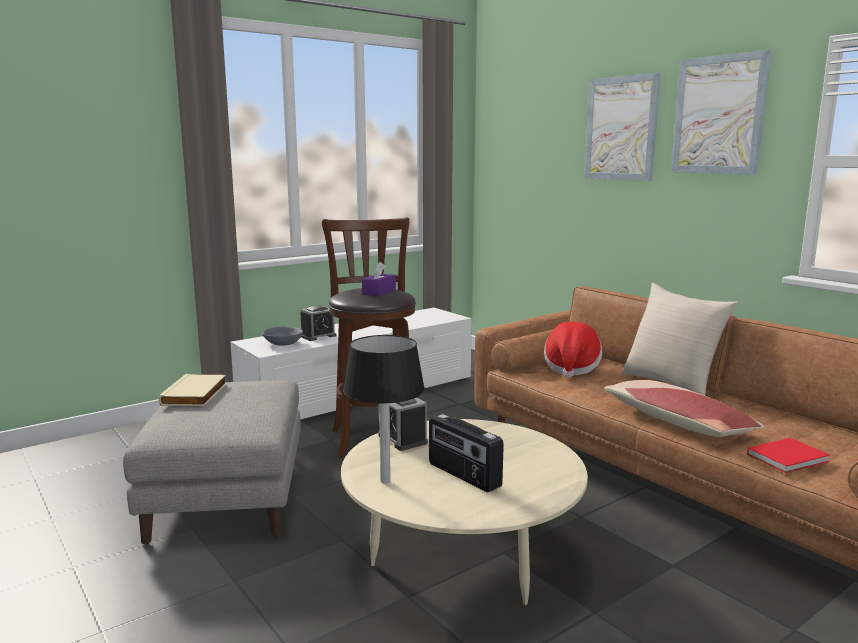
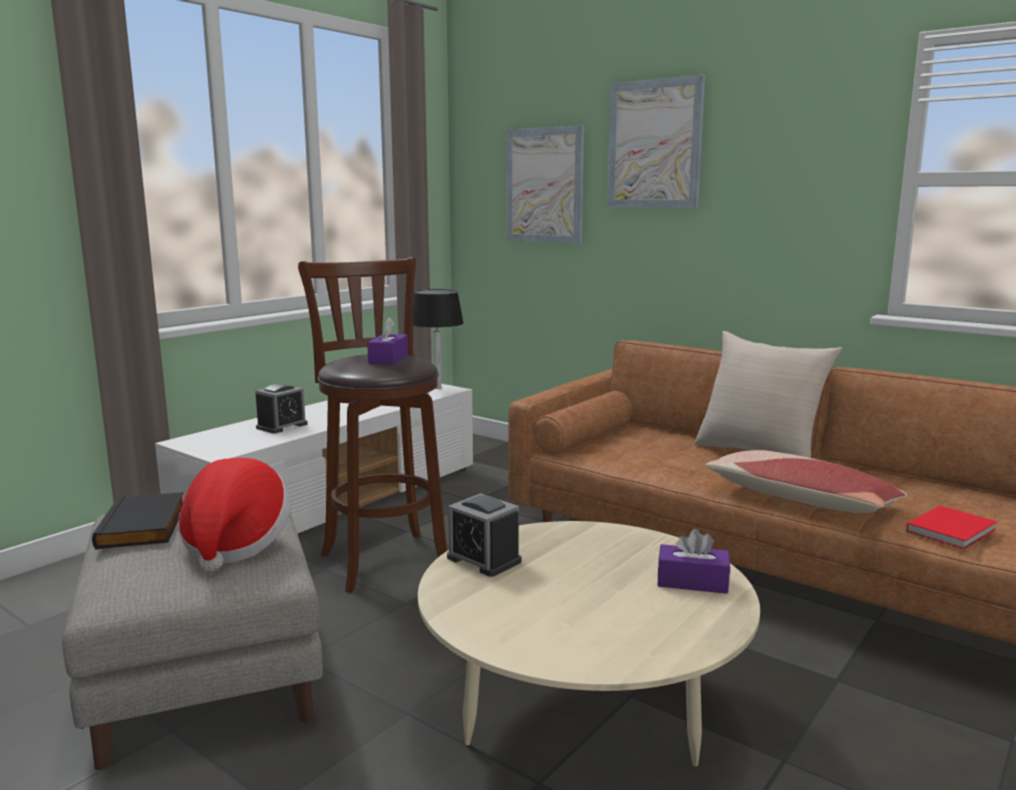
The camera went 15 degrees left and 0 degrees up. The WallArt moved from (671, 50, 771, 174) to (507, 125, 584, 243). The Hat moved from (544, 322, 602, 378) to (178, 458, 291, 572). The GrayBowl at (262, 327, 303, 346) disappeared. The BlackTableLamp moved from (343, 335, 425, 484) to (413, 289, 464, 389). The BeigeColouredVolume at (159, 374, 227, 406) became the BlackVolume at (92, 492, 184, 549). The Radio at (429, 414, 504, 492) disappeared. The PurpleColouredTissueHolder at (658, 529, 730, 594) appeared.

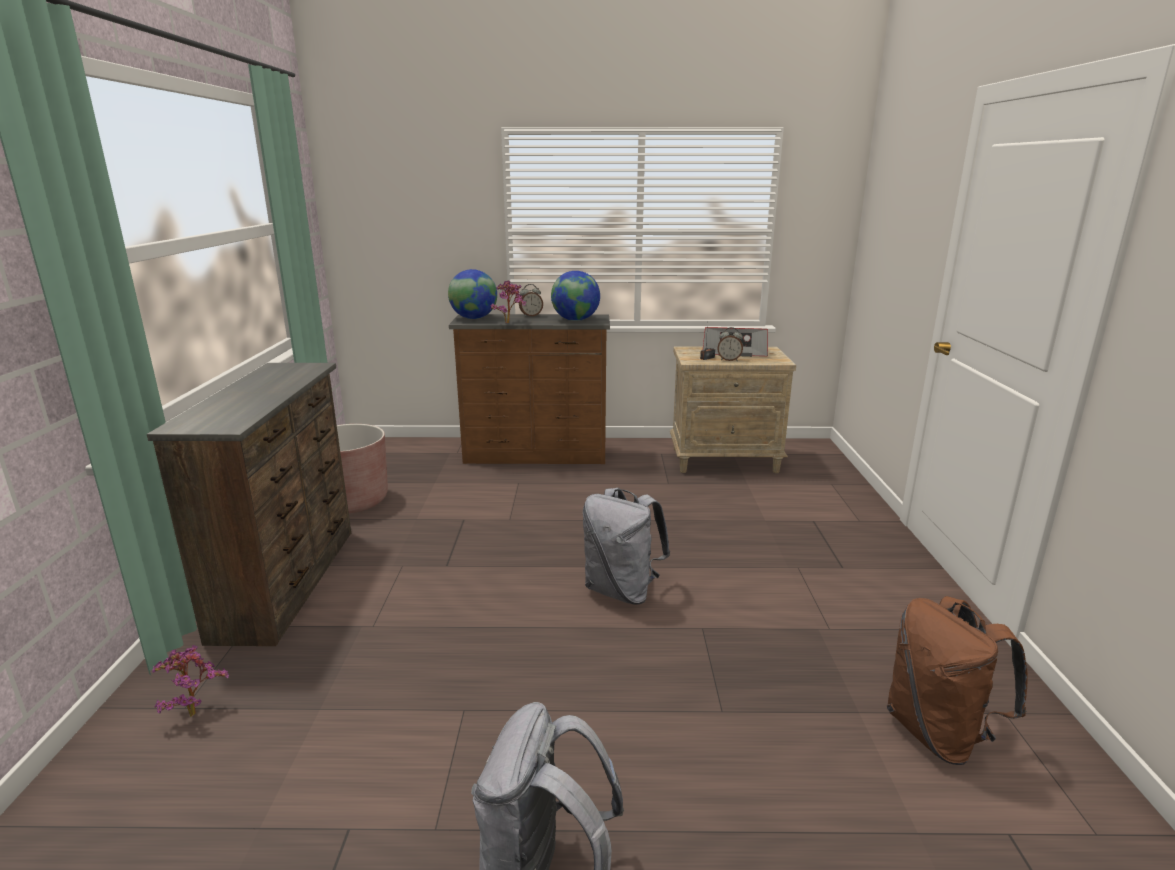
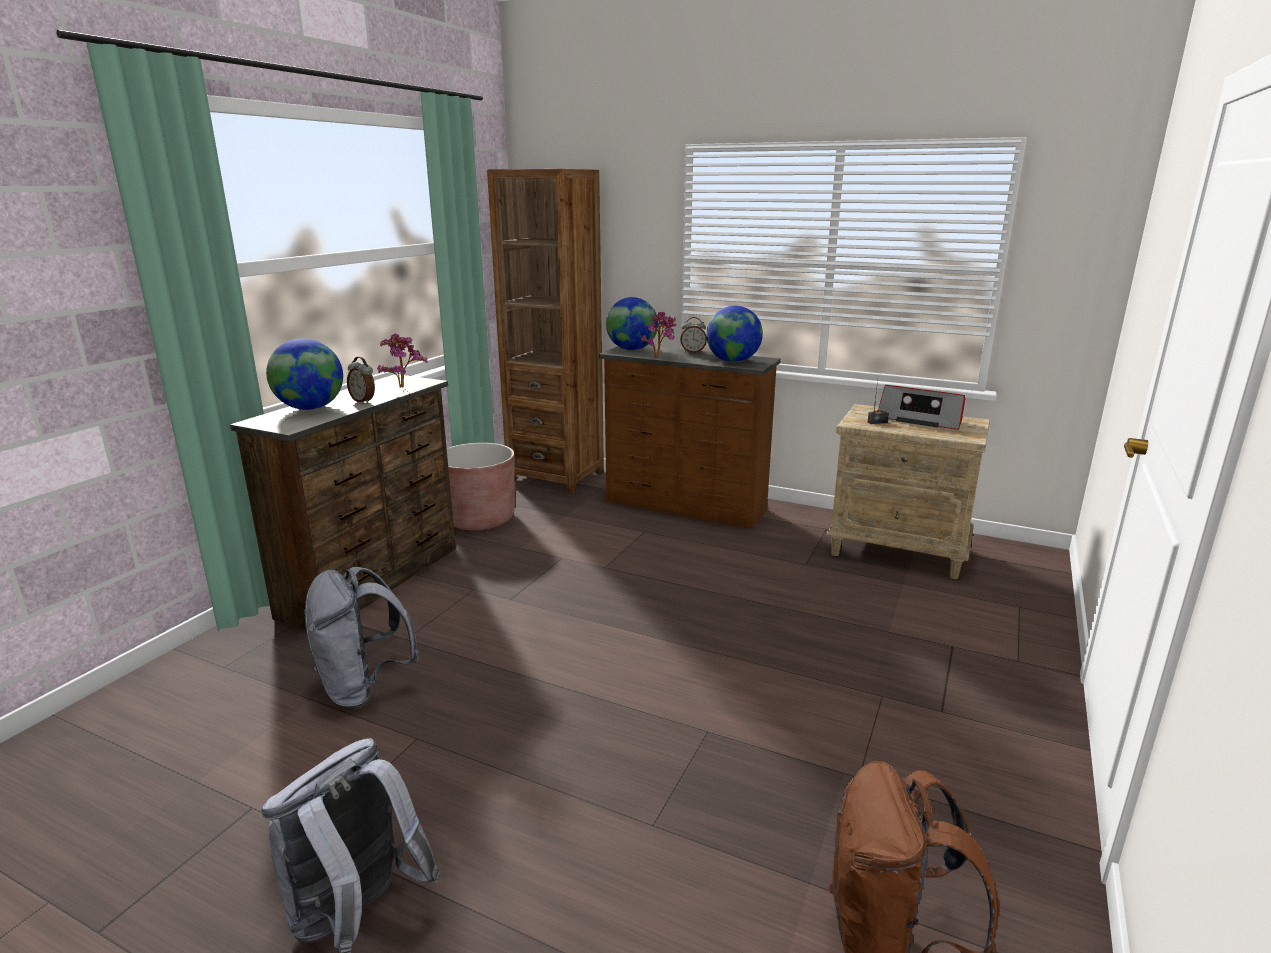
The camera went 25 degrees right and 0 degrees up. The BedsideClock moved from (717, 327, 743, 361) to (347, 357, 375, 404). The GrayBackpack moved from (583, 488, 670, 605) to (304, 567, 419, 709). The PottedPlant moved from (152, 645, 229, 717) to (377, 334, 428, 388). The BrownishBookcase at (487, 169, 604, 493) appeared. The DeskGlobe at (266, 339, 343, 410) appeared.

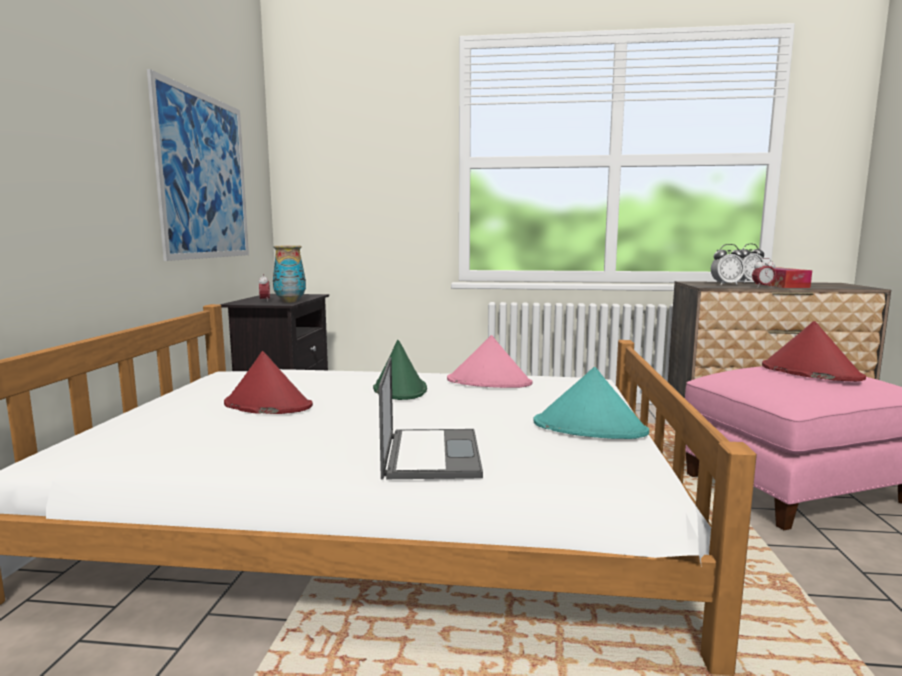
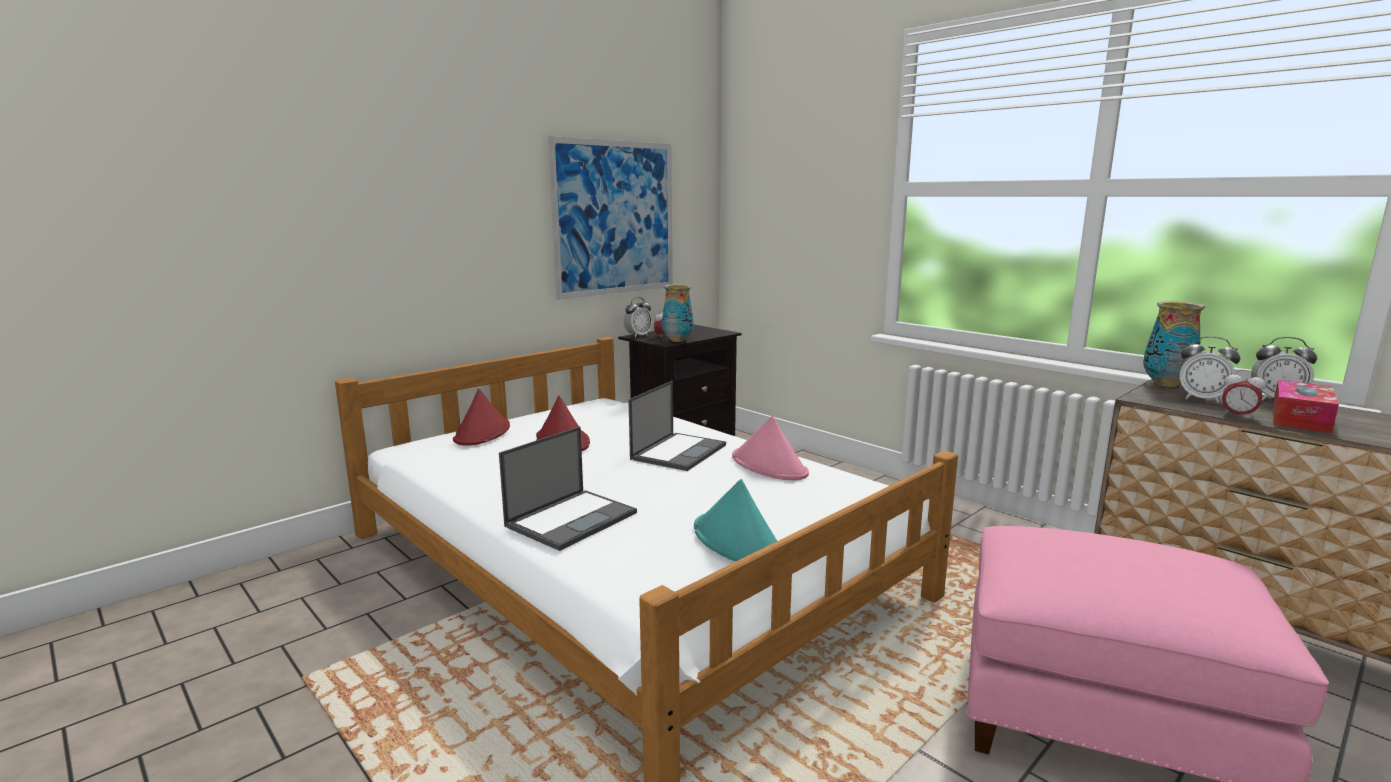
The camera went 40 degrees right and 5 degrees up. The RedHat moved from (762, 321, 866, 381) to (453, 389, 510, 446). The GreenishHat at (373, 340, 427, 400) was replaced by the Laptop at (628, 381, 726, 471). The BedsideClock at (624, 297, 653, 338) appeared. The DecorativeVase at (1143, 301, 1205, 387) appeared.

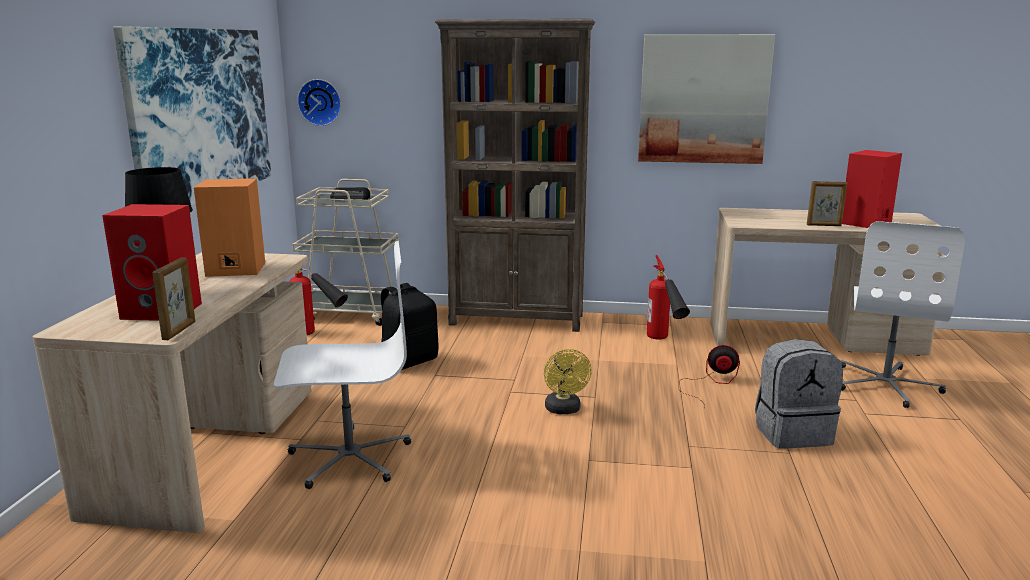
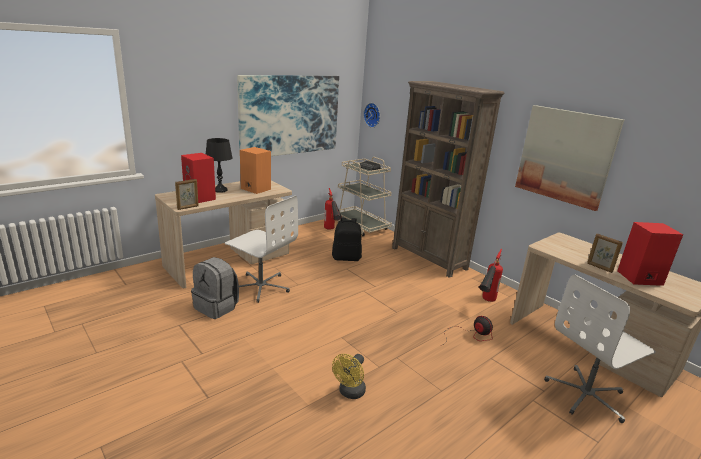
The camera went 40 degrees right and 5 degrees up. The GrayBackpack moved from (755, 339, 843, 449) to (191, 257, 239, 319). The YellowishCoolingFan moved from (544, 349, 592, 414) to (332, 354, 366, 399).

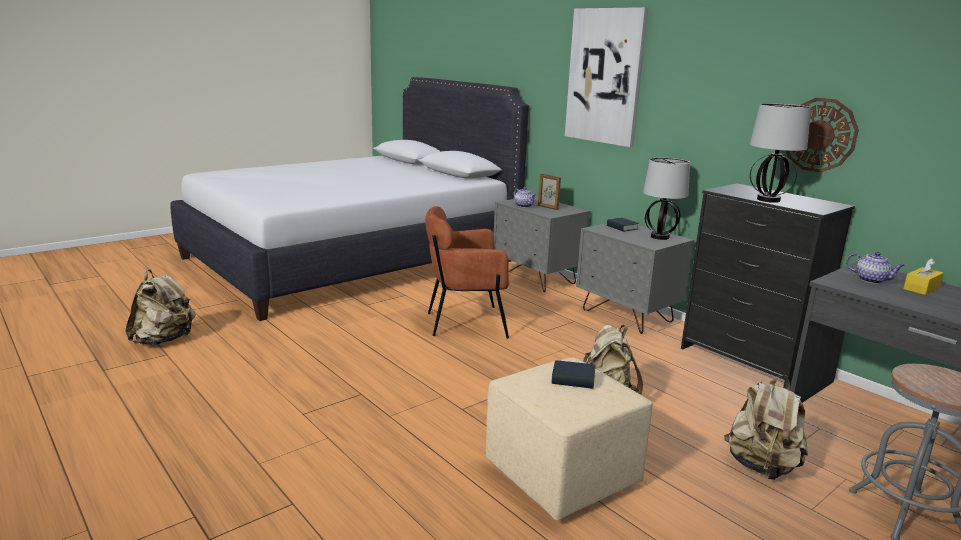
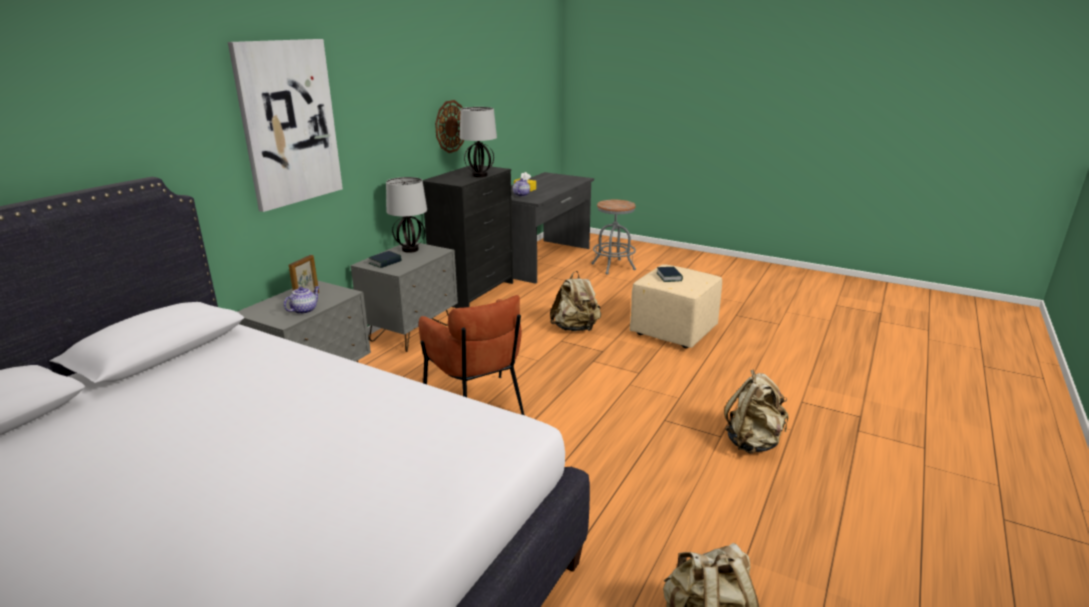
The camera went 110 degrees left and 5 degrees up. The BeigeColouredBackpack moved from (724, 375, 808, 480) to (724, 370, 789, 454).

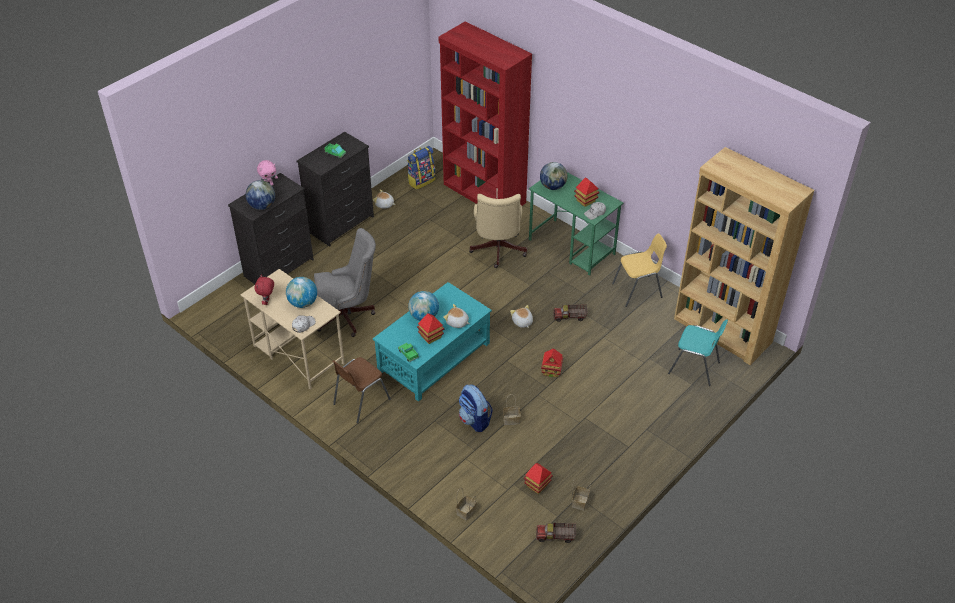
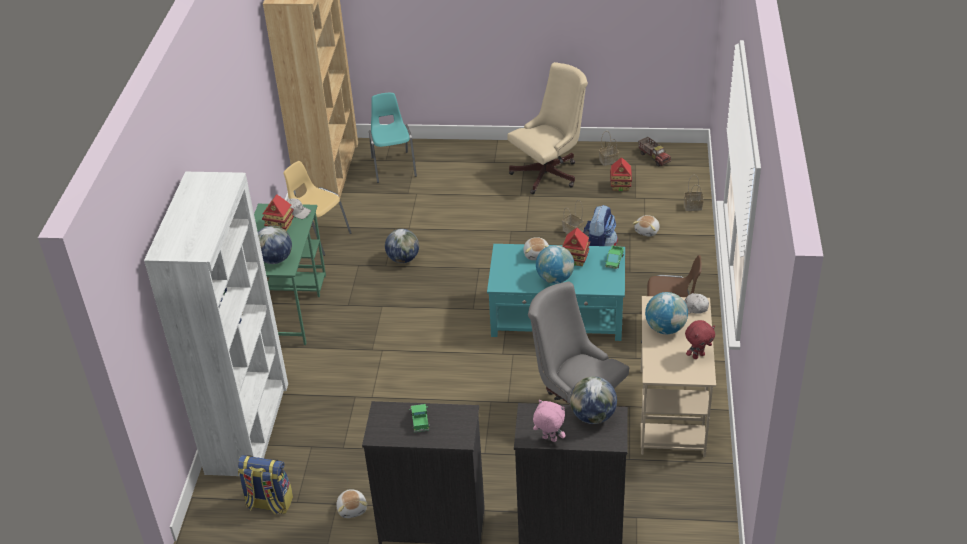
The camera went 125 degrees left and 5 degrees down. The RedBookcase at (439, 21, 532, 206) became the WhiteBookcase at (144, 172, 288, 476). The BeigeColouredComputerChair moved from (469, 194, 527, 268) to (507, 62, 588, 194). The CuddlyToy moved from (510, 305, 533, 328) to (632, 215, 660, 237). The ToyLorry at (553, 305, 588, 322) was replaced by the DeskGlobe at (385, 229, 419, 263). The MiniatureHouse at (541, 348, 563, 377) disappeared.

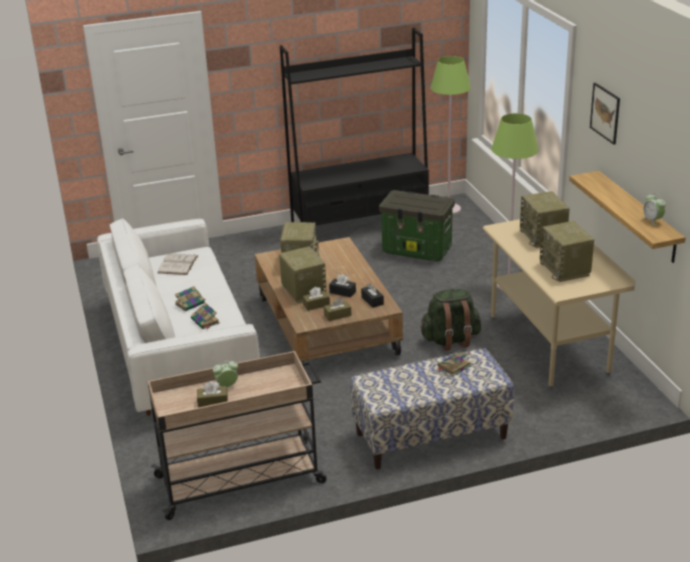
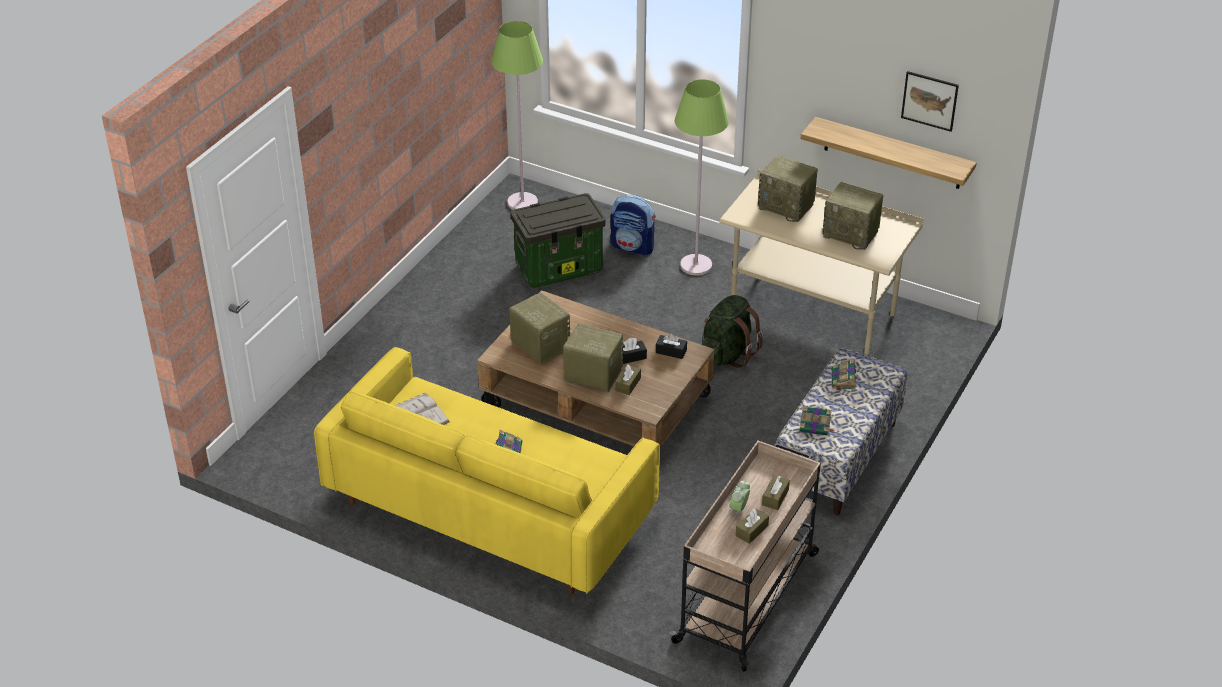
The camera went 45 degrees left and 10 degrees up. The BlackBookcase at (280, 28, 429, 225) disappeared. The WallArt moved from (590, 83, 620, 145) to (901, 71, 959, 132). The BedsideClock at (642, 193, 666, 226) disappeared. The WhiteSofa at (97, 218, 260, 416) became the YellowishSofa at (314, 347, 660, 595). The BrownishTissueHolder moved from (324, 298, 352, 321) to (762, 475, 790, 510). The Volume moved from (191, 303, 220, 329) to (799, 406, 835, 436). The Backpack at (611, 195, 656, 256) appeared.

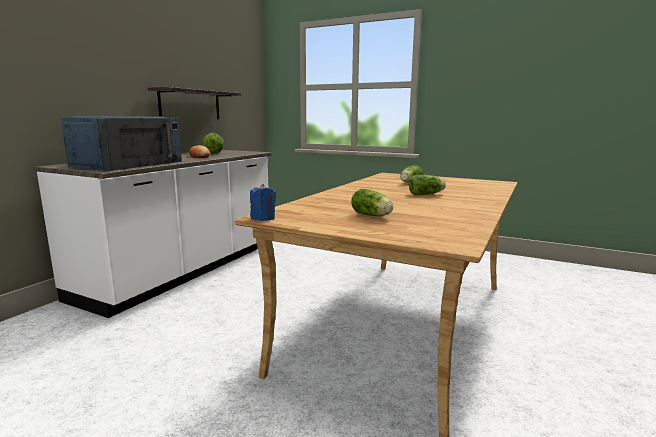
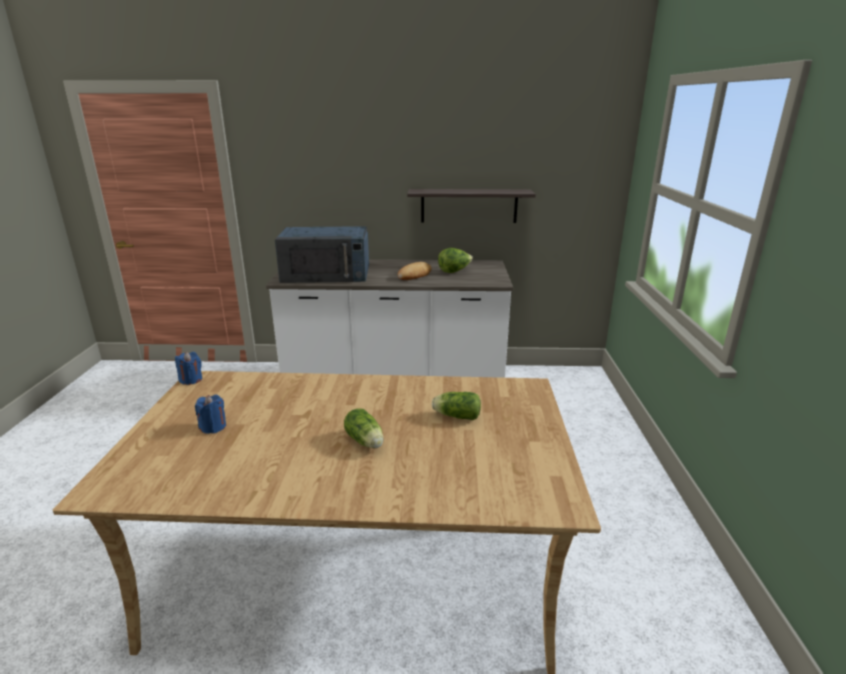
The camera went 65 degrees right and 10 degrees up. The Lettuce at (351, 189, 393, 216) was replaced by the BluishWaxLight at (195, 395, 226, 434).

